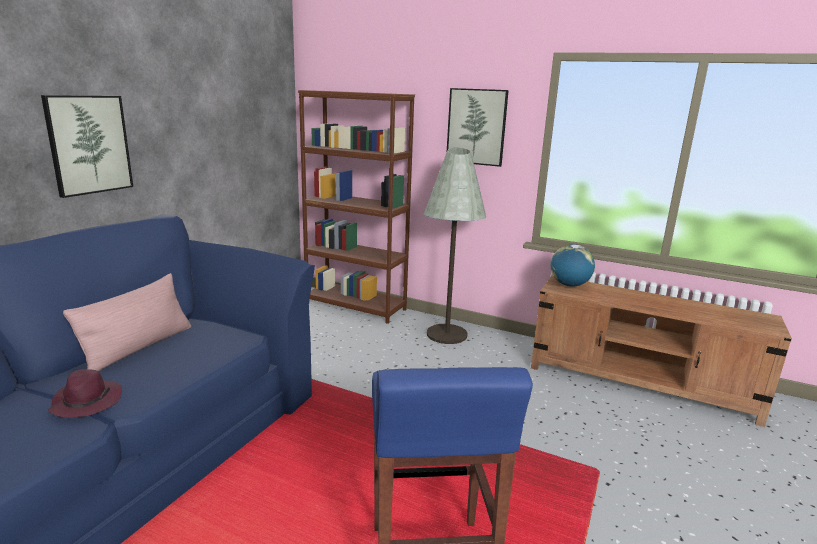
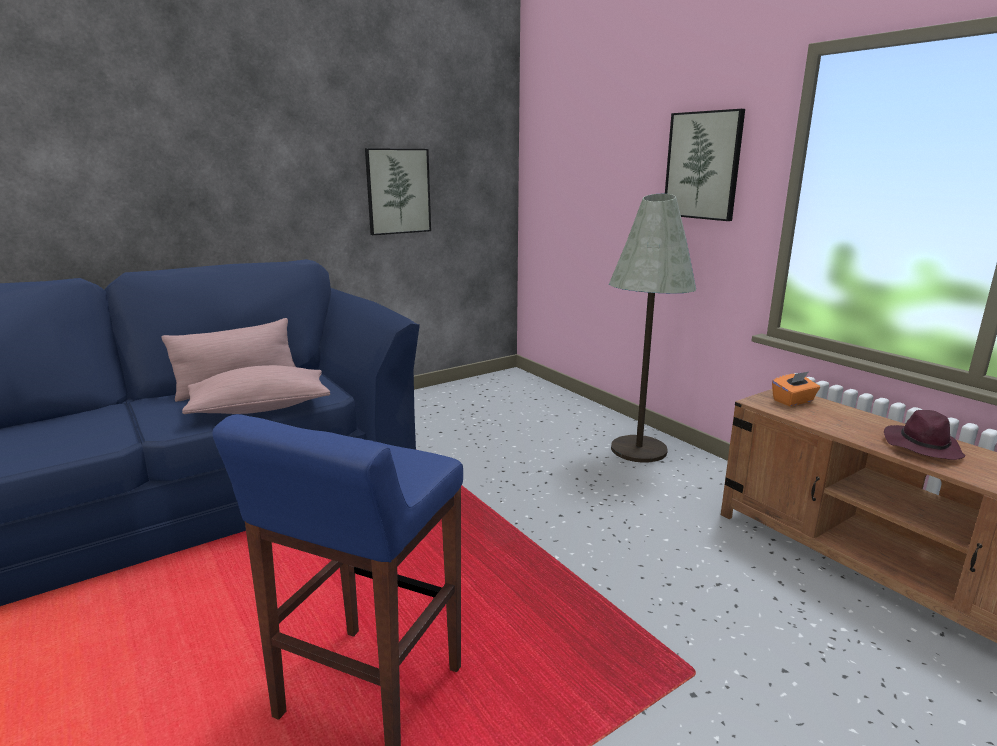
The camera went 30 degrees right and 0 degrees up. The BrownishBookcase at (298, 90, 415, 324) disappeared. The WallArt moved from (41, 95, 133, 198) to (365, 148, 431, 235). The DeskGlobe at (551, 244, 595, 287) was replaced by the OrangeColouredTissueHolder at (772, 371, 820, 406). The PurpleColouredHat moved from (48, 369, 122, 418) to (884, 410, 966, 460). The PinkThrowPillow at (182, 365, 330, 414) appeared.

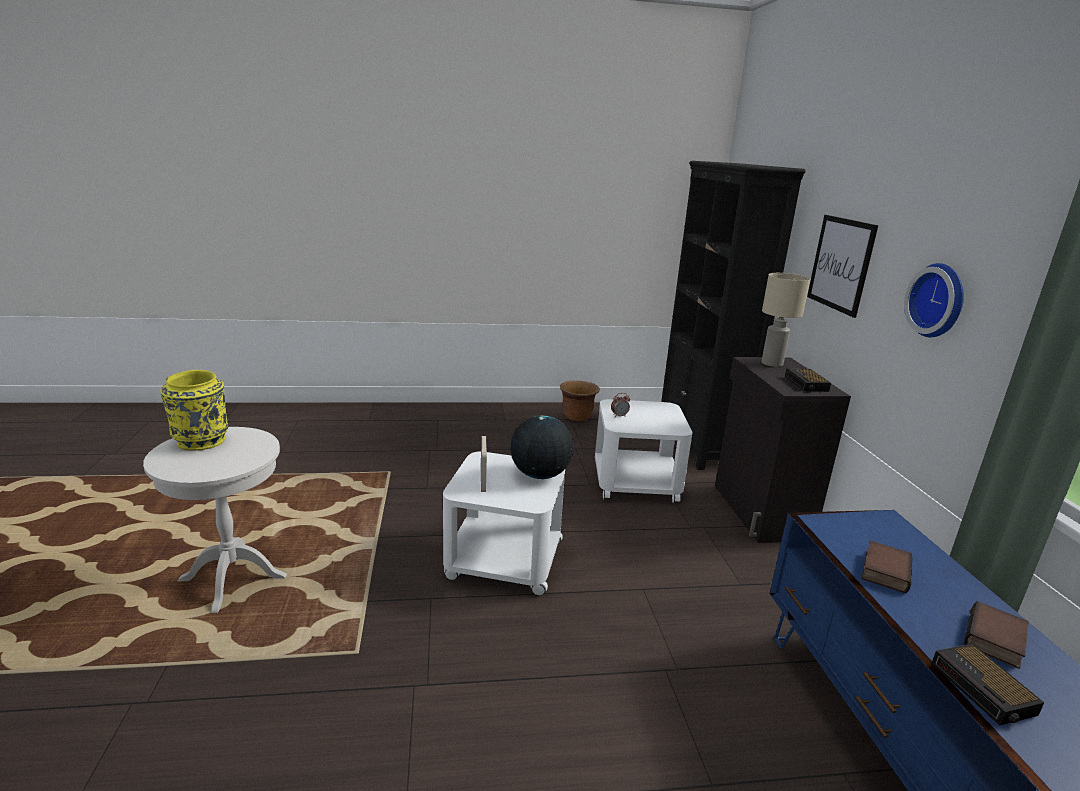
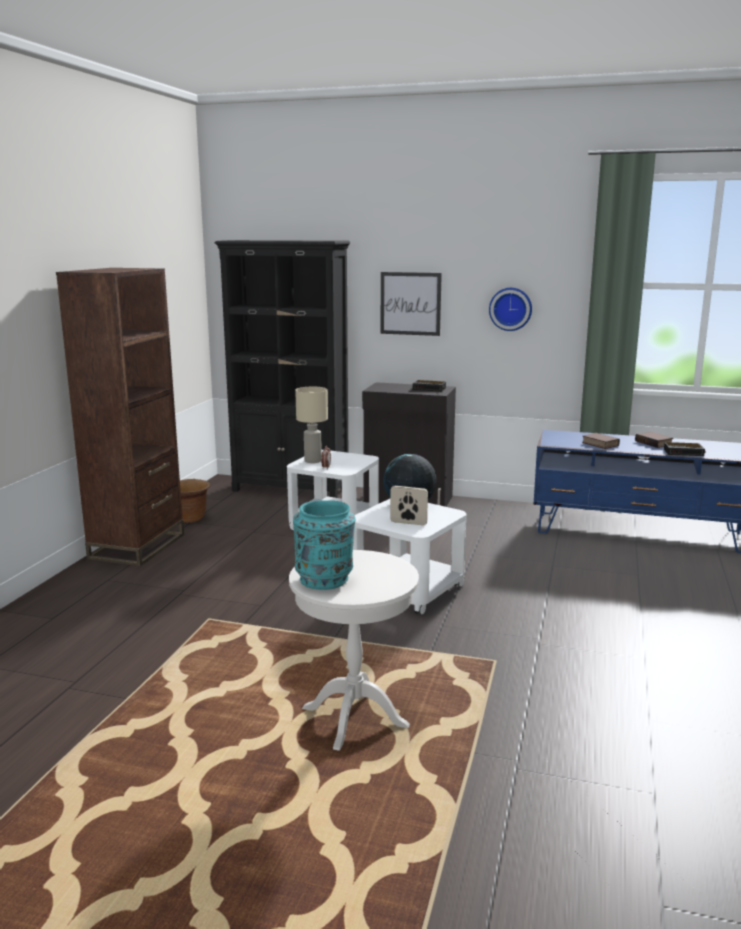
The camera went 65 degrees left and 5 degrees down. The BeigeColouredTableLamp moved from (762, 273, 810, 367) to (295, 387, 328, 463). The YellowishDecorativeVase at (160, 370, 228, 451) became the BlueGreenDecorativeVase at (293, 500, 355, 590). The BrownishBookcase at (56, 268, 184, 566) appeared.

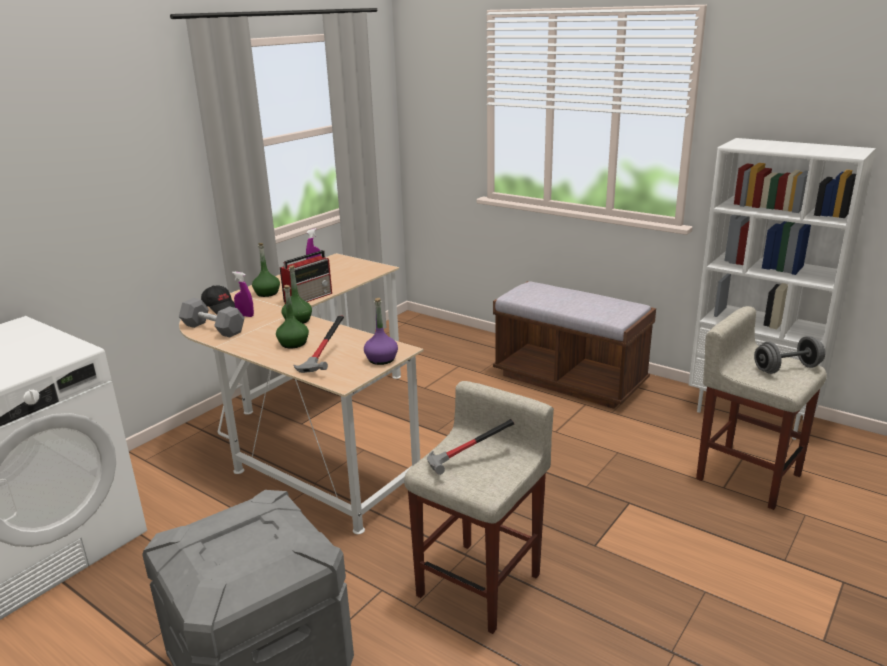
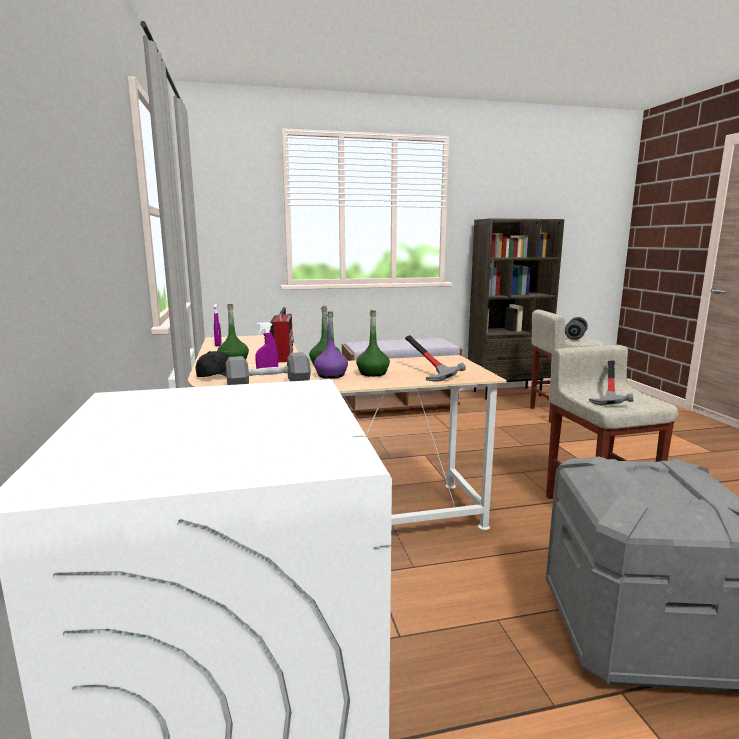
The camera went 50 degrees left and 10 degrees down. The WhiteBookcase at (689, 138, 876, 440) became the BrownishBookcase at (468, 218, 564, 400). The PurpleColouredBeverageBottle moved from (364, 298, 398, 365) to (314, 311, 348, 379).

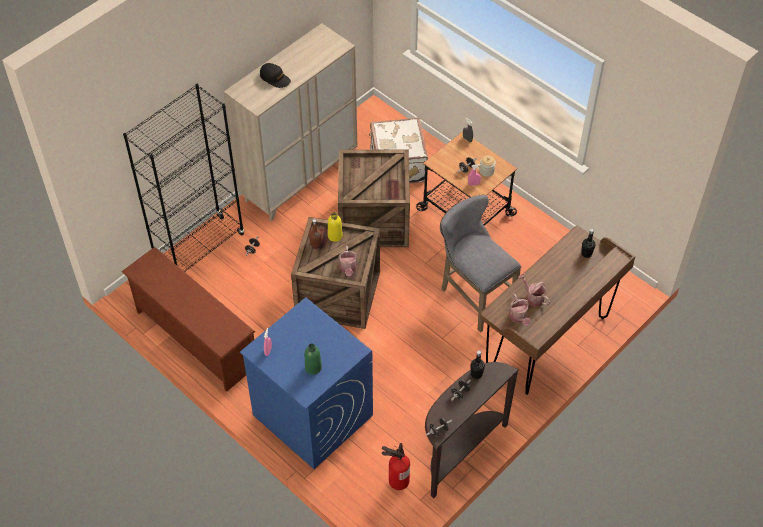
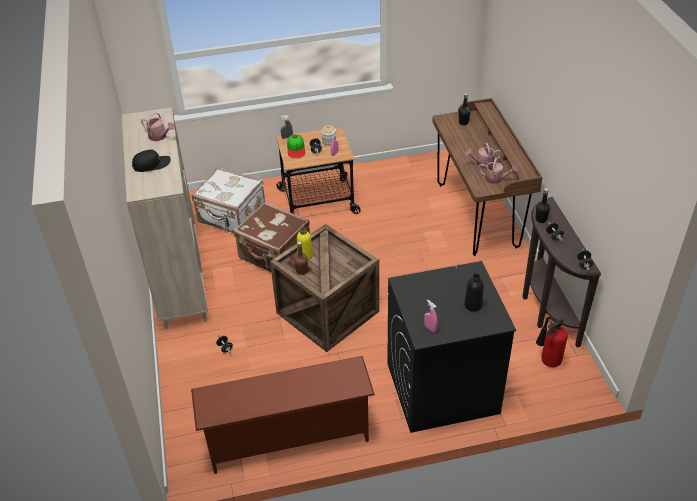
The camera went 55 degrees left and 10 degrees down. The BlackBookcase at (123, 84, 244, 272) disappeared. The ShippingCrate at (338, 149, 410, 247) was replaced by the BrownishTravelCase at (233, 202, 310, 272). The GraySittingStool at (440, 195, 521, 333) disappeared. The SprinklingCan moved from (338, 246, 357, 276) to (141, 113, 175, 141). The BluishLaundryMachine at (240, 297, 373, 469) became the BlackLaundryMachine at (387, 261, 516, 433). The GreenishBeverageBottle at (305, 344, 322, 375) became the BlackBeverageBottle at (464, 273, 484, 312). The BaseballCap at (287, 134, 305, 158) appeared.

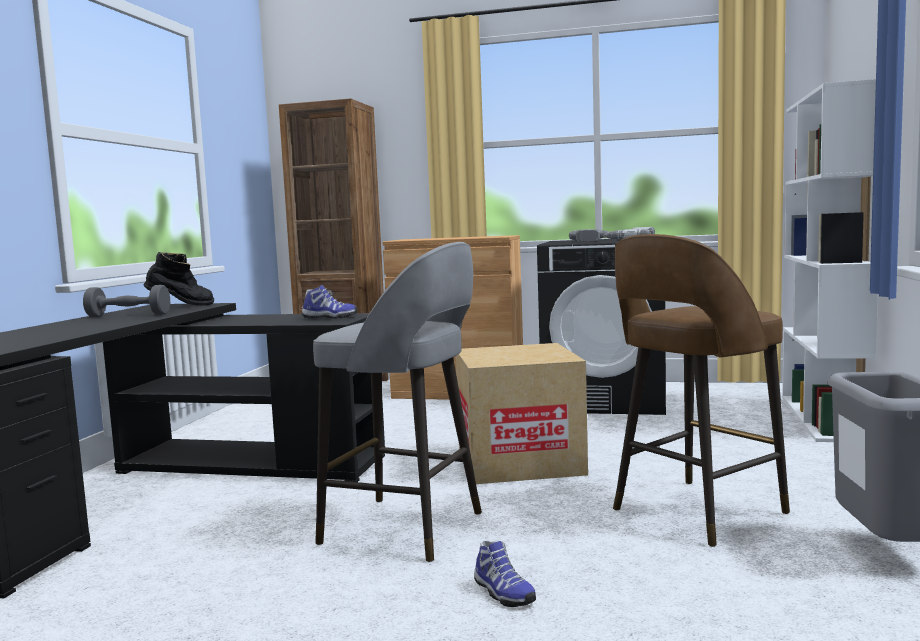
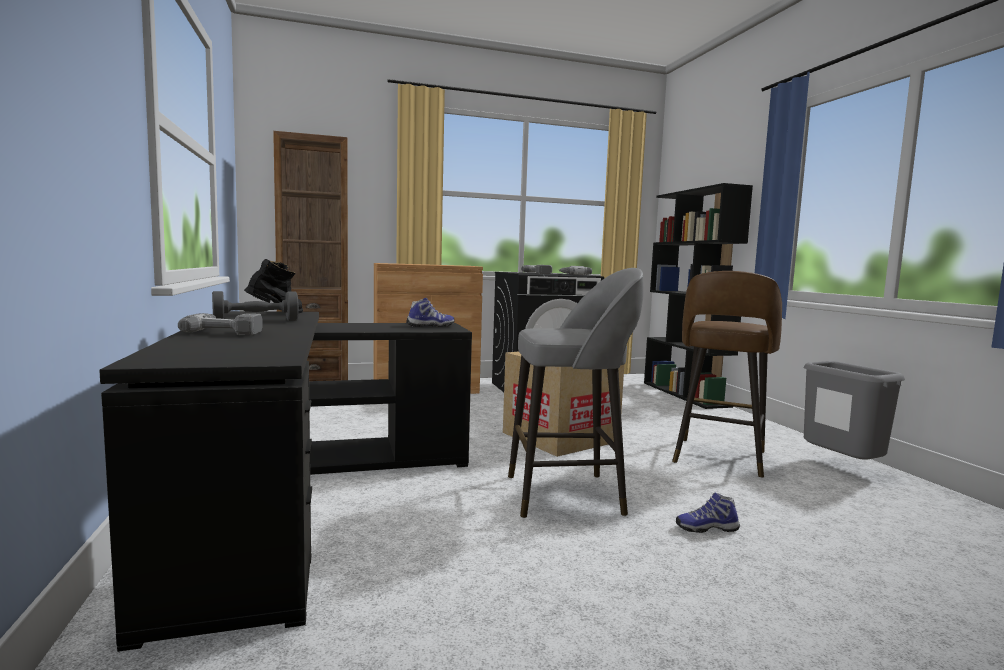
The camera went 30 degrees left and 0 degrees up. The WhiteBookcase at (782, 79, 878, 442) became the BlackBookcase at (644, 183, 753, 409). The Shoe at (474, 540, 536, 607) turned 150 degrees clockwise. The ElectricDrill at (178, 313, 263, 335) appeared.

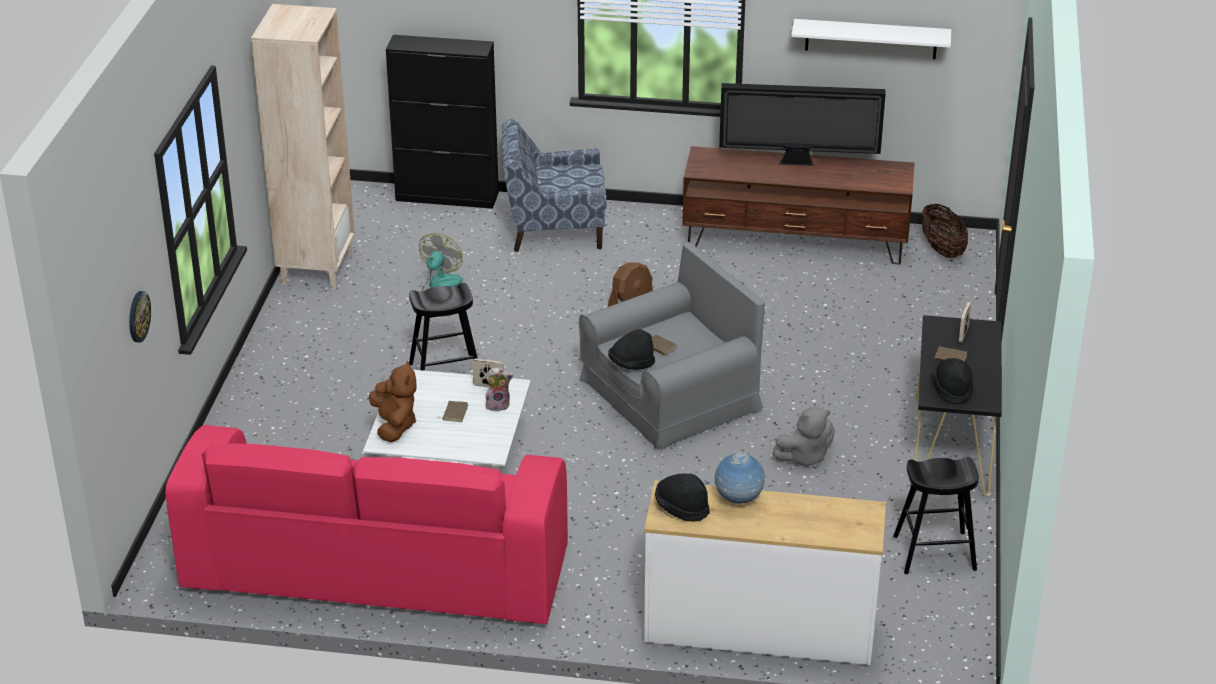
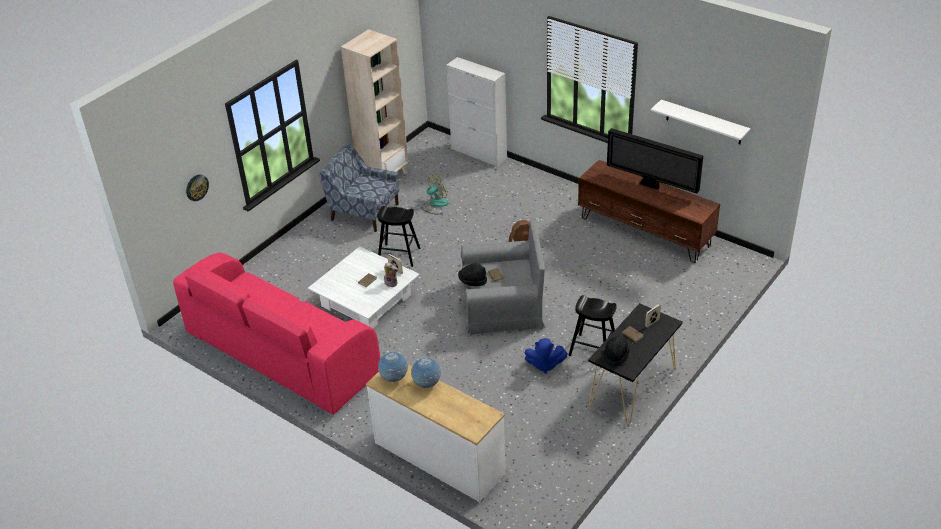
The camera went 30 degrees right and 5 degrees up. The BlackStorageCabinet at (386, 35, 499, 209) became the WhiteStorageCabinet at (446, 57, 507, 166). The BluishEasyChair moved from (501, 119, 607, 252) to (319, 143, 399, 232). The StorageBasket at (921, 203, 968, 258) disappeared. The BrownishCuddlyToy at (369, 361, 417, 442) disappeared. The GrayCuddlyToy at (772, 407, 835, 468) became the BluishCuddlyToy at (525, 338, 568, 374). The BlackSittingStool moved from (893, 457, 979, 574) to (569, 295, 617, 356). The BlackHat at (655, 474, 710, 522) was replaced by the DeskGlobe at (378, 352, 408, 382).

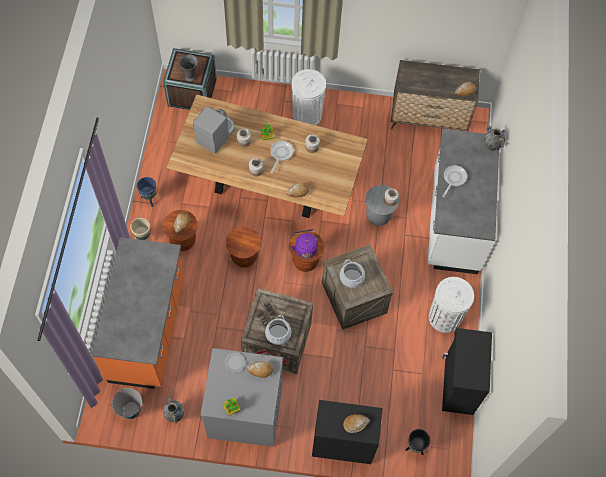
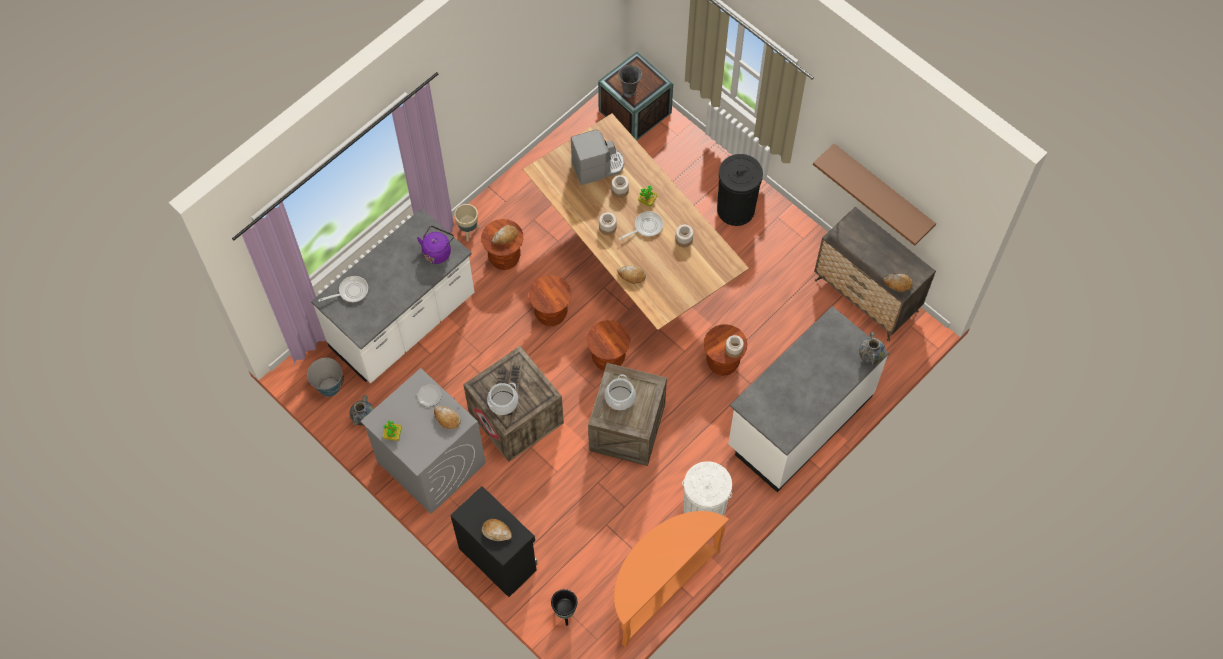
The camera went 40 degrees right and 0 degrees up. The WhiteTrashCan at (292, 69, 326, 125) became the BlackTrashCan at (717, 154, 763, 226). The Pan moved from (442, 165, 467, 197) to (318, 276, 368, 302). The BluishPlanter at (137, 177, 157, 207) disappeared. The GraySittingStool at (365, 185, 399, 226) became the BrownishSittingStool at (704, 324, 747, 376). The PurpleColouredWaterKettle moved from (290, 229, 318, 258) to (417, 226, 454, 264). The OrangeColouredCounter at (92, 237, 184, 389) became the WhiteCounter at (311, 208, 475, 384). The BlackStorageCabinet at (442, 328, 492, 415) was replaced by the OrangeColouredNarrowTable at (614, 511, 729, 648). The BrownishWallShelf at (813, 144, 936, 246) appeared.

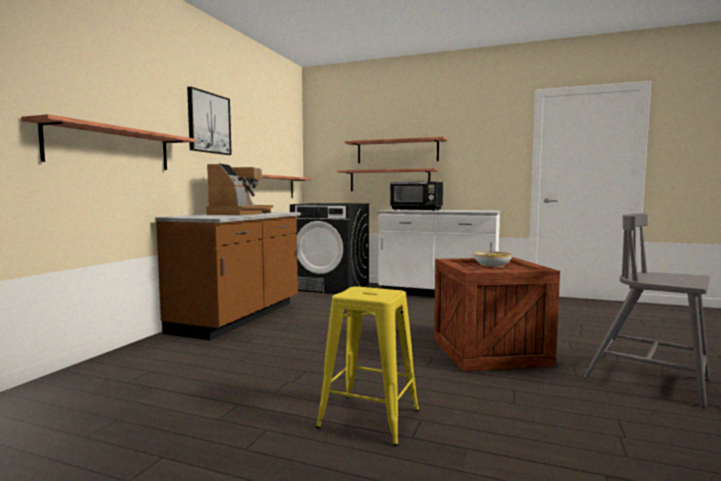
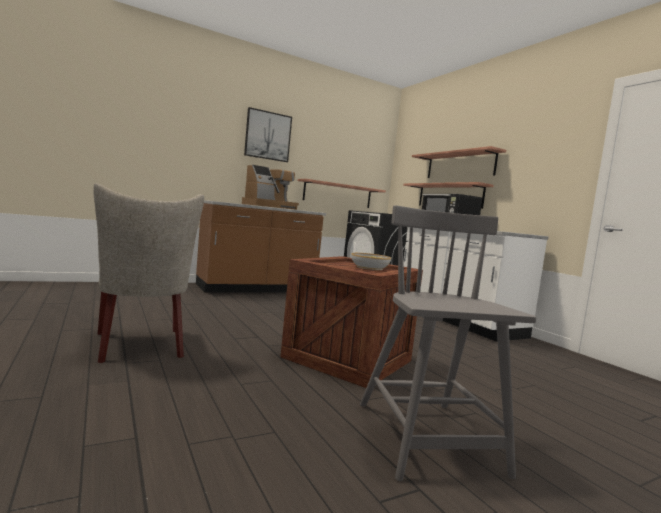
The camera went 40 degrees right and 0 degrees up. The WallShelf at (21, 114, 196, 170) disappeared. The YellowishSittingStool at (316, 286, 419, 446) was replaced by the BeigeColouredPlainChair at (93, 183, 204, 363).

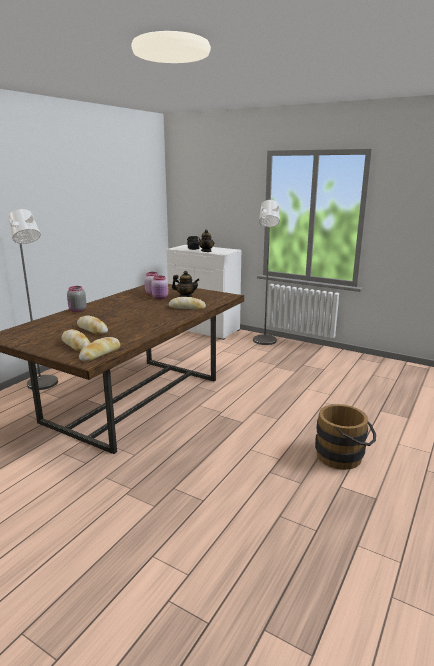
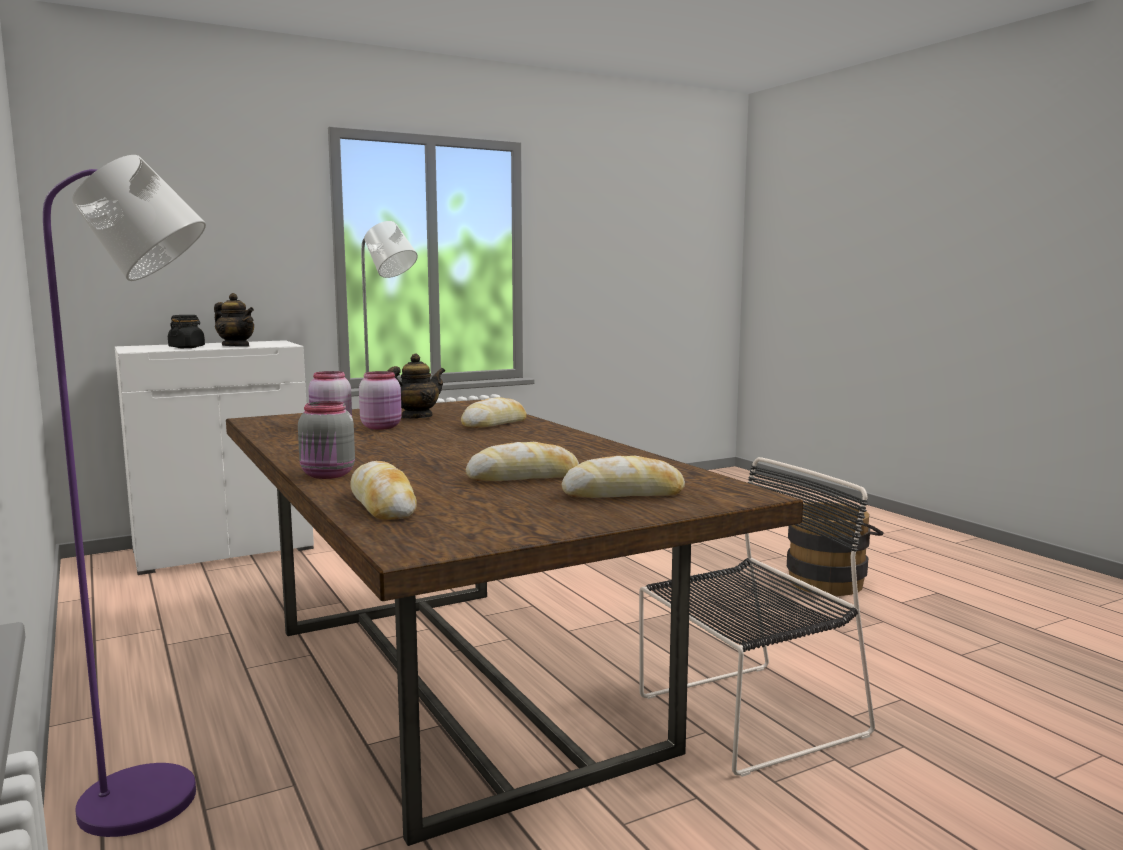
The camera went 60 degrees left and 10 degrees down. The GrayStandardLamp at (9, 209, 58, 390) became the PurpleColouredStandardLamp at (43, 155, 206, 837). The BakeryBread moved from (79, 337, 120, 362) to (350, 461, 417, 520). The BlackPlainChair at (639, 457, 875, 777) appeared.

